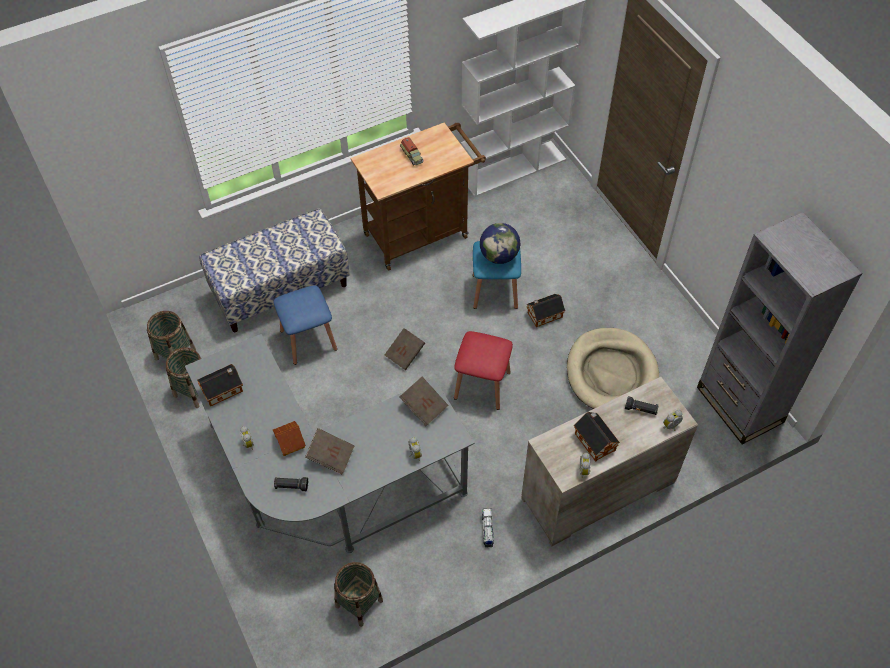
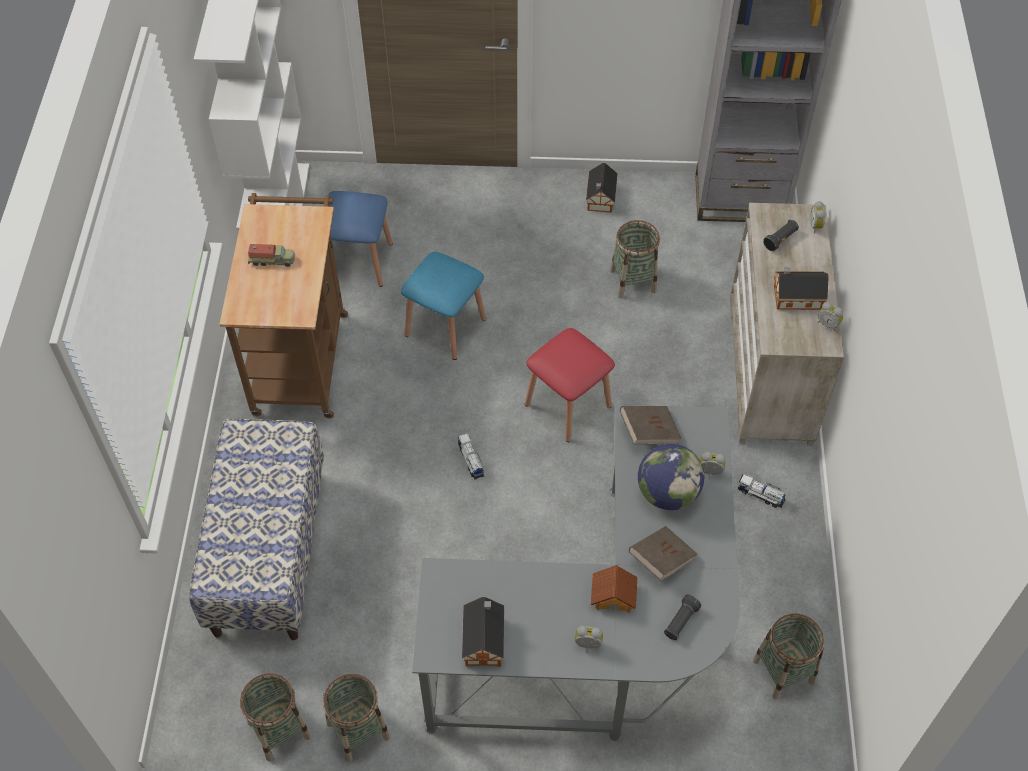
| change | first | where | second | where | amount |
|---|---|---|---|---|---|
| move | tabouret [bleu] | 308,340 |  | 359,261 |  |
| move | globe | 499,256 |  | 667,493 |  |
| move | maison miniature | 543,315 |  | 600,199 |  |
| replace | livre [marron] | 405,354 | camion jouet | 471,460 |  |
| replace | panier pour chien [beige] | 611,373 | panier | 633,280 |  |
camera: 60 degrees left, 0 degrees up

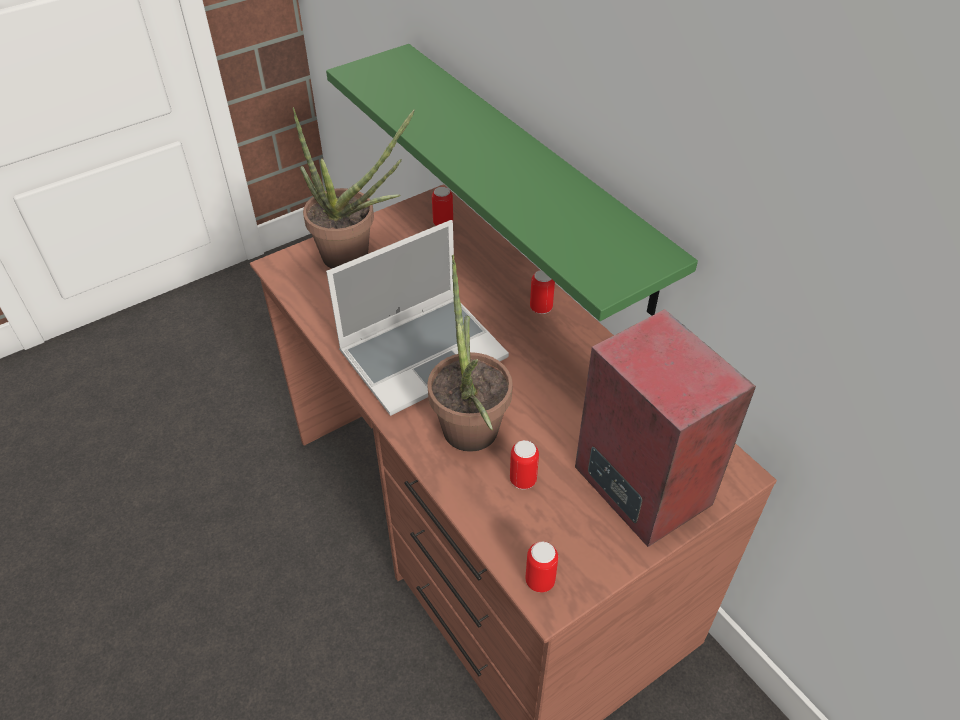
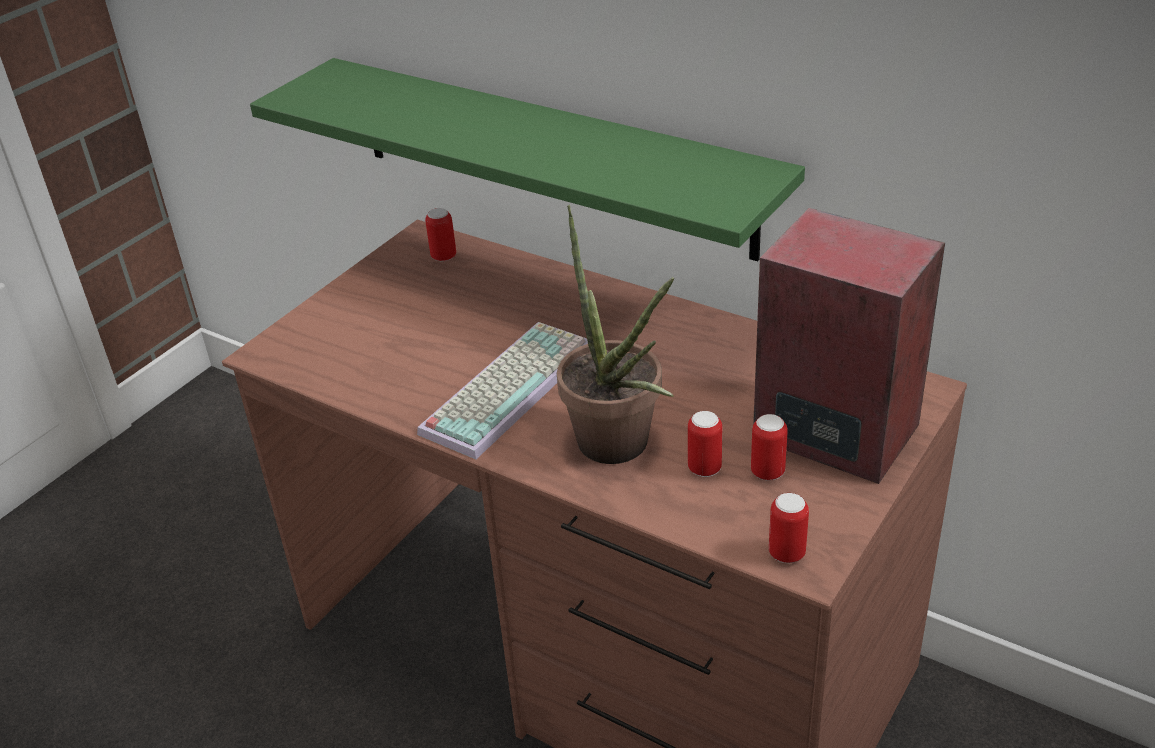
| change | first | where | second | where | amount |
|---|---|---|---|---|---|
| delete | plante en pot | 355,257 |  |  |  |
| move | boîte métallique | 541,308 |  | 767,472 |  |
| replace | ordinateur portable | 424,353 | clavier | 507,386 |  |
camera: 20 degrees left, 10 degrees down

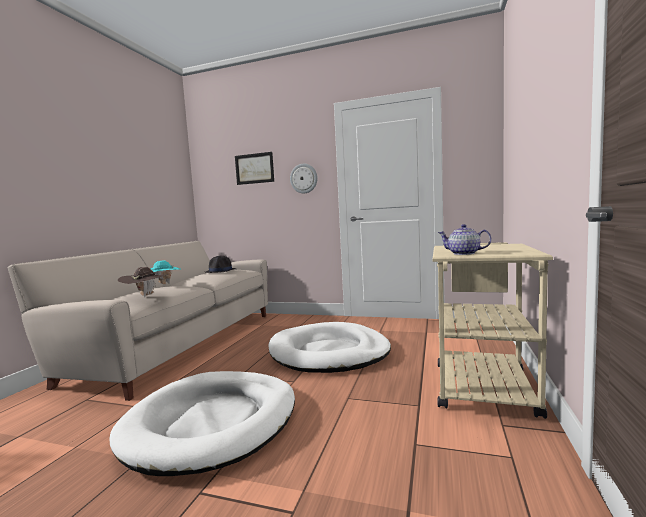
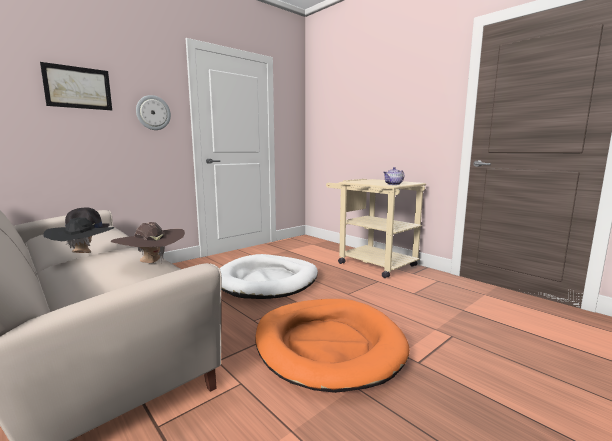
| change | first | where | second | where | amount |
|---|---|---|---|---|---|
| recolor | panier pour chien [blanc] | 212,423 | panier pour chien [orange] | 328,345 |  |
| recolor | chapeau [turquoise] | 163,285 | chapeau [noir] | 83,254 |  |
camera: 60 degrees left, 5 degrees up

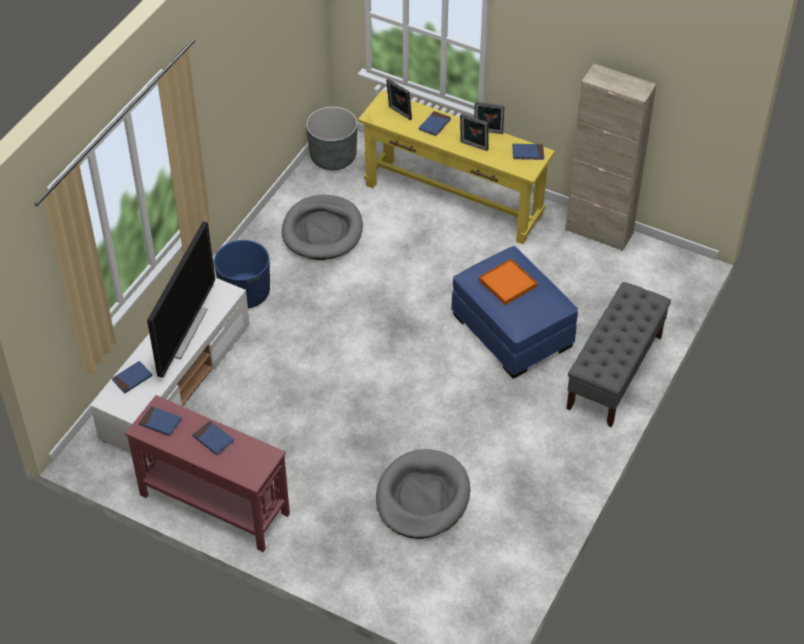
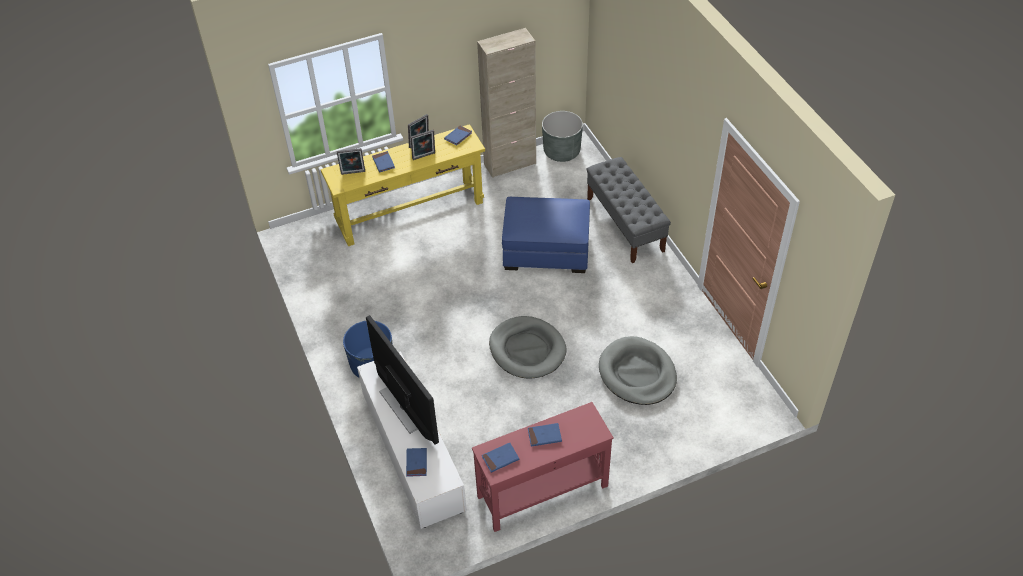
| change | first | where | second | where | amount |
|---|---|---|---|---|---|
| delete | plateau [orange] | 507,283 |  |  |  |
| move | panier pour chien [gris] | 322,231 |  | 527,349 |  |
| move | cache-pot [gris] | 333,157 |  | 561,151 |  |
camera: 50 degrees left, 0 degrees up

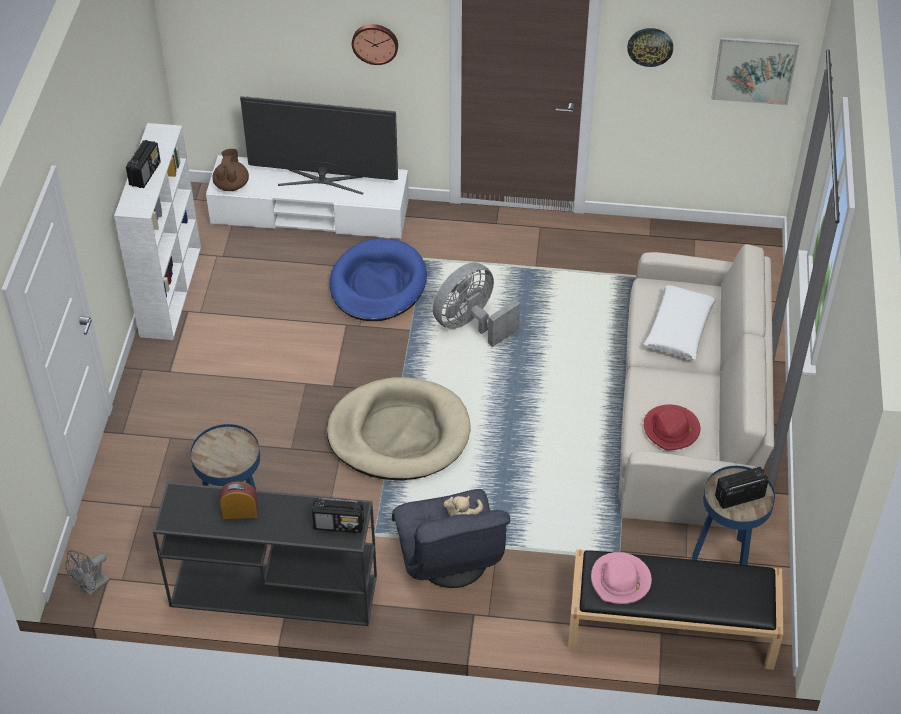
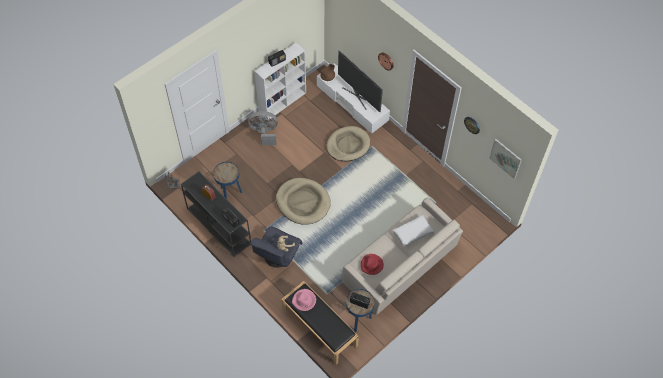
| change | first | where | second | where | amount |
|---|---|---|---|---|---|
| move | ventilateur [gris] | 471,324 |  | 264,133 |  |
| recolor | panier pour chien [bleu] | 378,284 | panier pour chien [beige] | 348,145 |  |
camera: 40 degrees right, 10 degrees up

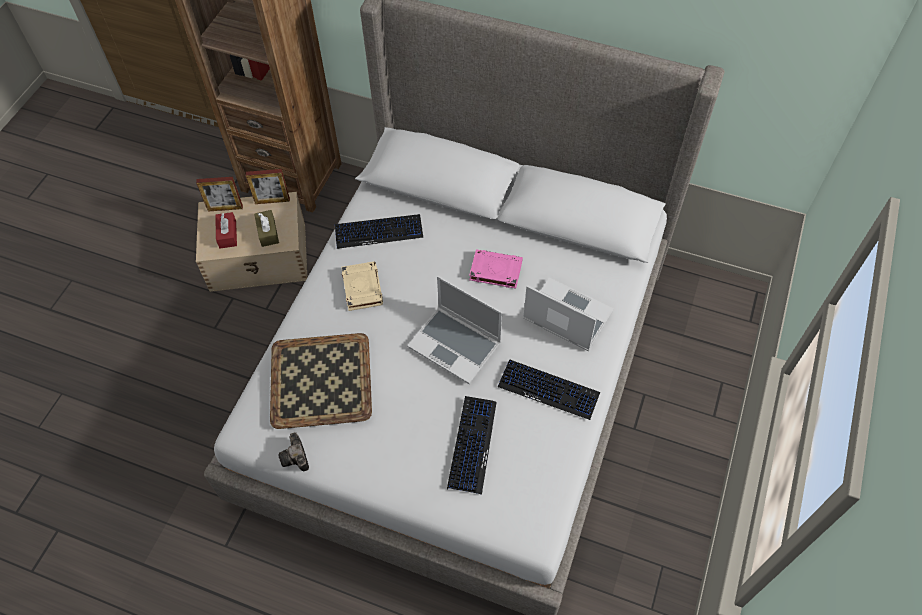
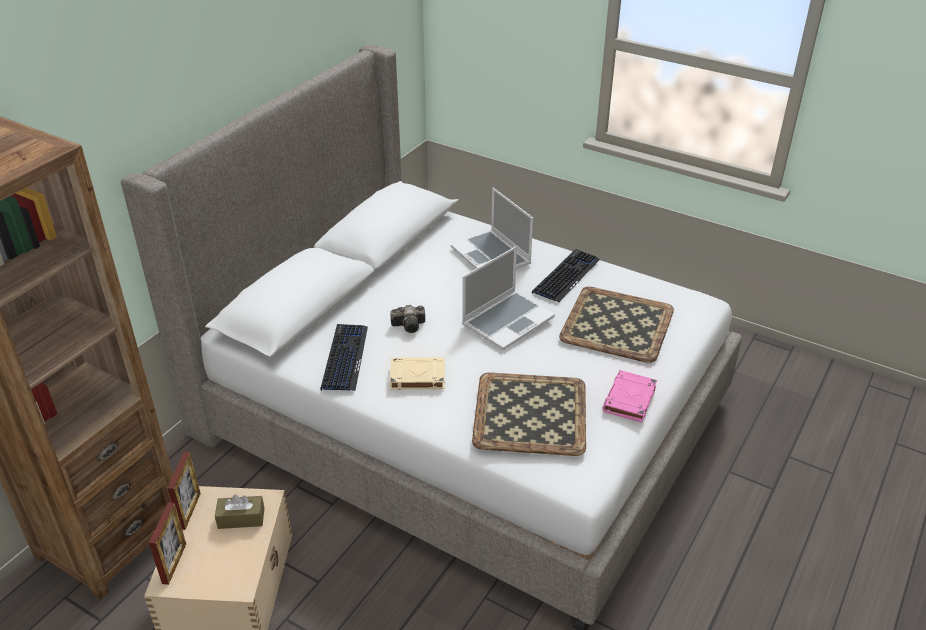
| change | first | where | second | where | amount |
|---|---|---|---|---|---|
| delete | boîte à mouchoirs [rouge] | 227,234 |  |  |  |
| move | appareil photo | 296,458 |  | 410,325 |  |
| move | livre [rose] | 495,271 |  | 629,400 |  |
| replace | clavier | 472,444 | plateau | 616,324 |  |
| rotate | ordinateur portable | 566,316 |  | 492,256 | 75 degrees counterclockwise |
camera: 80 degrees left, 20 degrees down

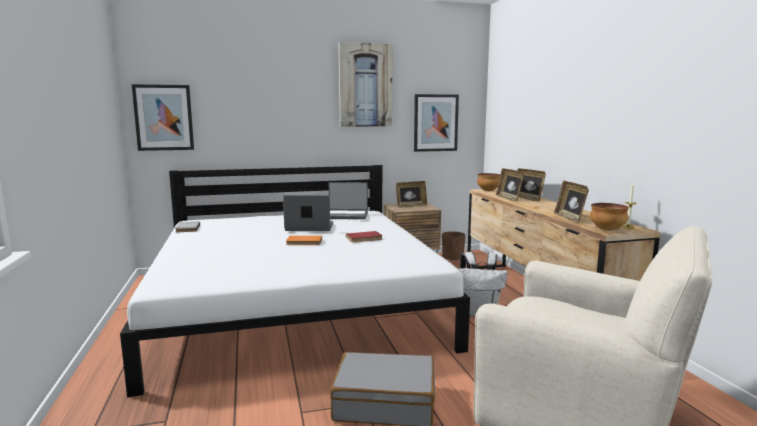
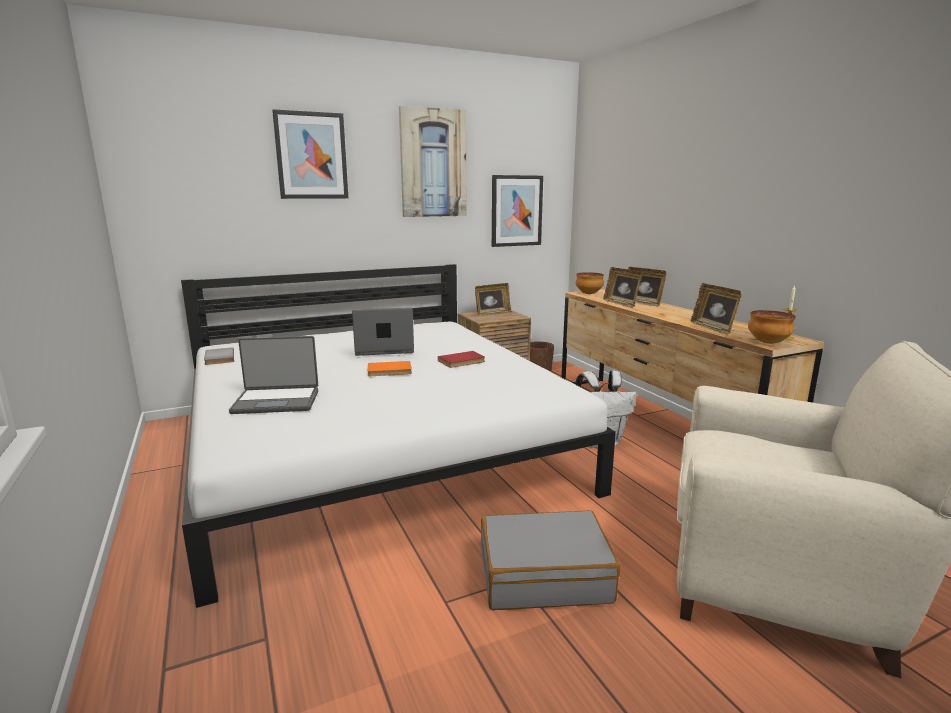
| change | first | where | second | where | amount |
|---|---|---|---|---|---|
| move | tableau | 164,117 |  | 311,156 |  |
| move | ordinateur portable | 347,215 |  | 277,401 |  |
camera: 10 degrees left, 5 degrees up

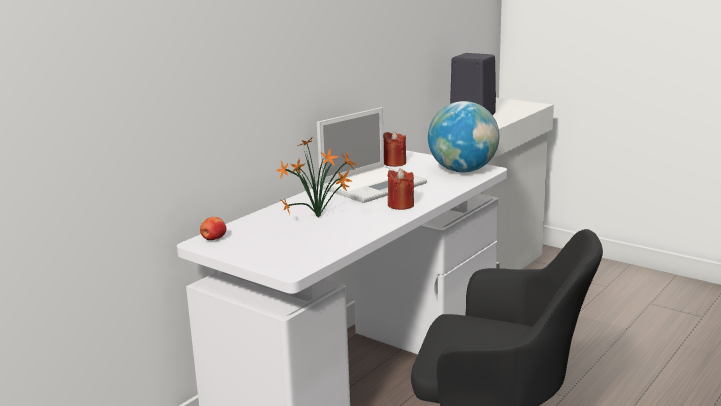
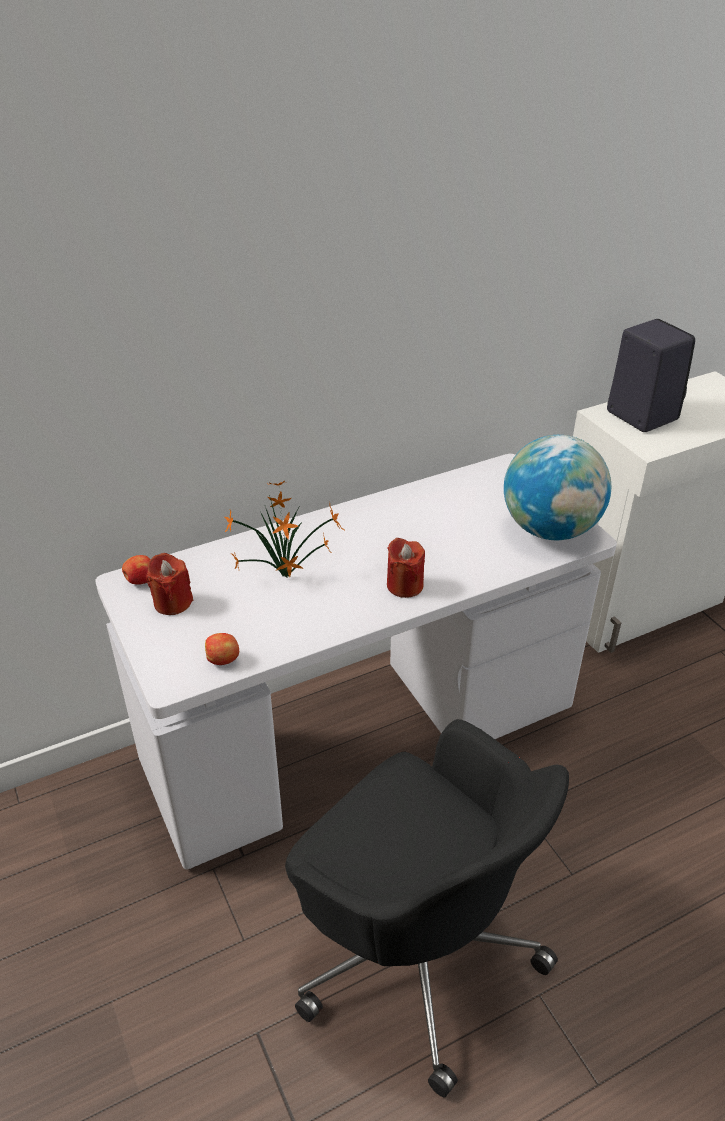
| change | first | where | second | where | amount |
|---|---|---|---|---|---|
| delete | ordinateur portable | 374,185 |  |  |  |
| insert |  |  | pomme | 223,660 |  |
| move | bougie [rouge] | 394,163 |  | 172,602 |  |
camera: 25 degrees right, 20 degrees up

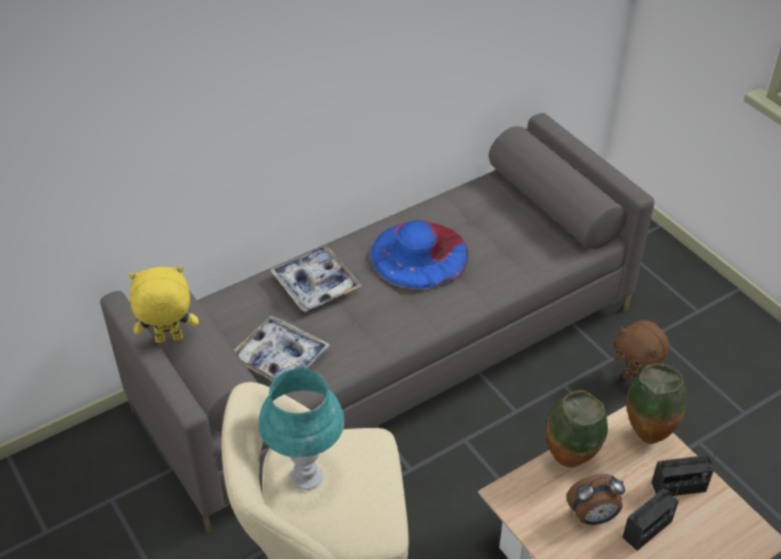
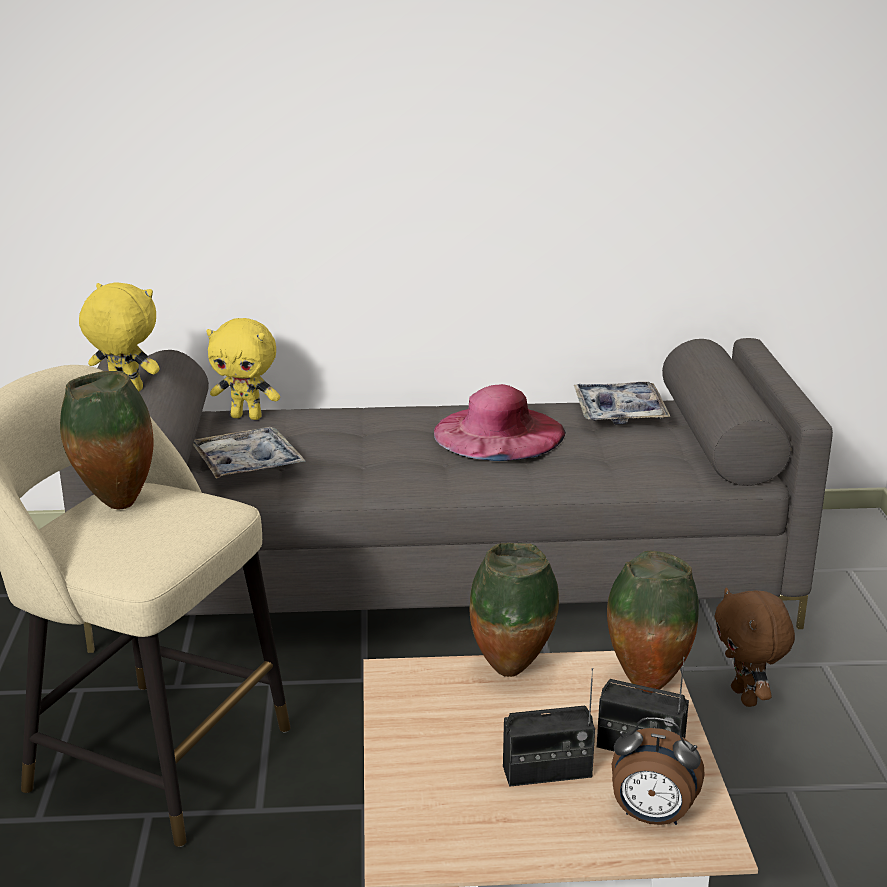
| change | first | where | second | where | amount |
|---|---|---|---|---|---|
| insert |  |  | peluche [jaune] | 247,416 |  |
| move | plateau | 315,285 |  | 619,412 |  |
| move | réveil | 593,517 |  | 651,817 |  |
| replace | lampe de table [turquoise] | 306,477 | vase | 115,506 |  |
| recolor | chapeau [bleu] | 419,254 | chapeau [rose] | 499,432 |  |
camera: 30 degrees right, 20 degrees down

